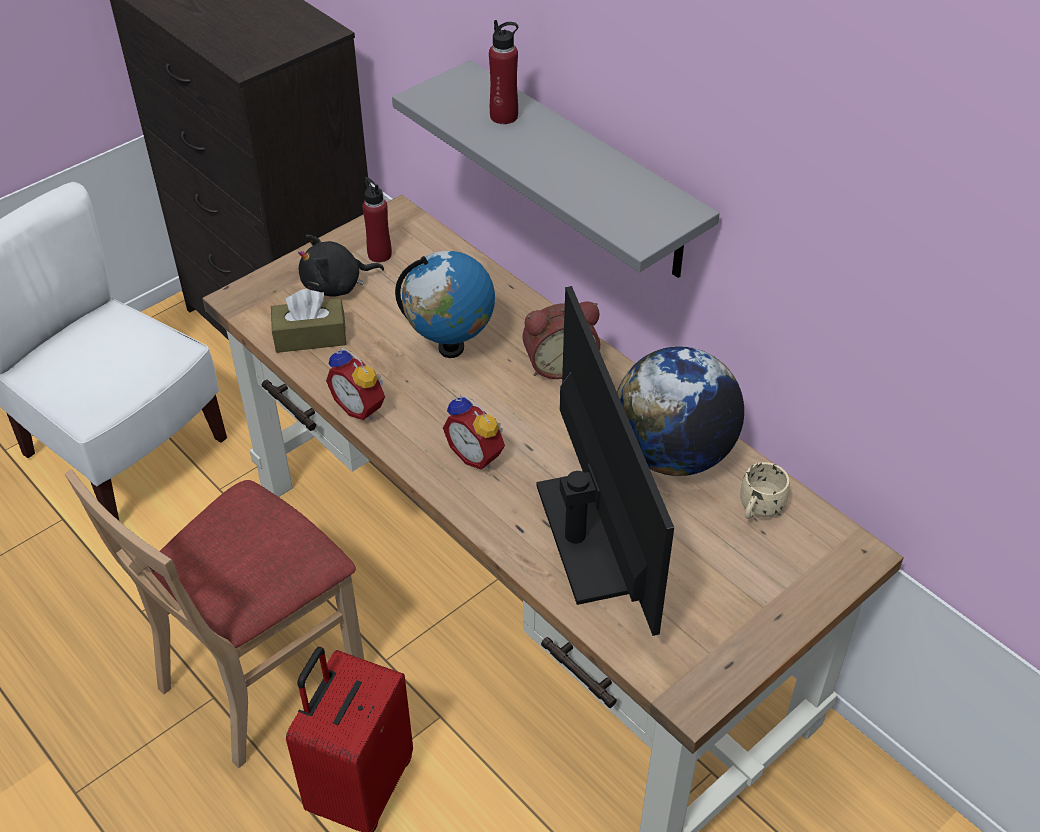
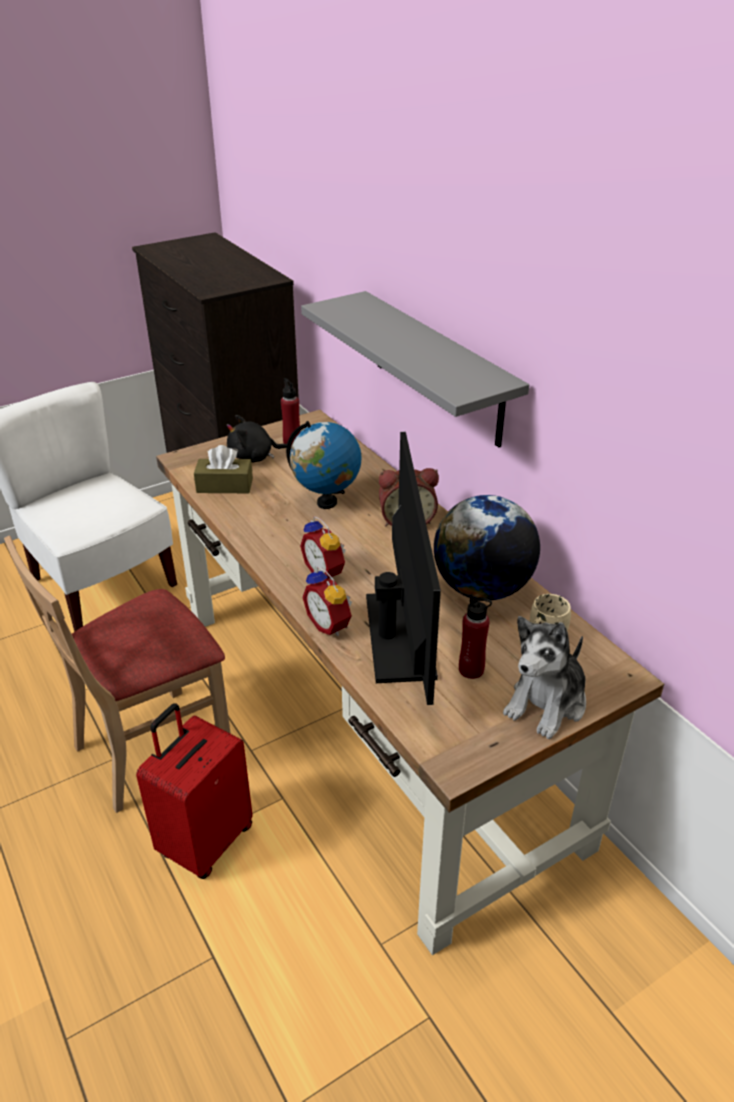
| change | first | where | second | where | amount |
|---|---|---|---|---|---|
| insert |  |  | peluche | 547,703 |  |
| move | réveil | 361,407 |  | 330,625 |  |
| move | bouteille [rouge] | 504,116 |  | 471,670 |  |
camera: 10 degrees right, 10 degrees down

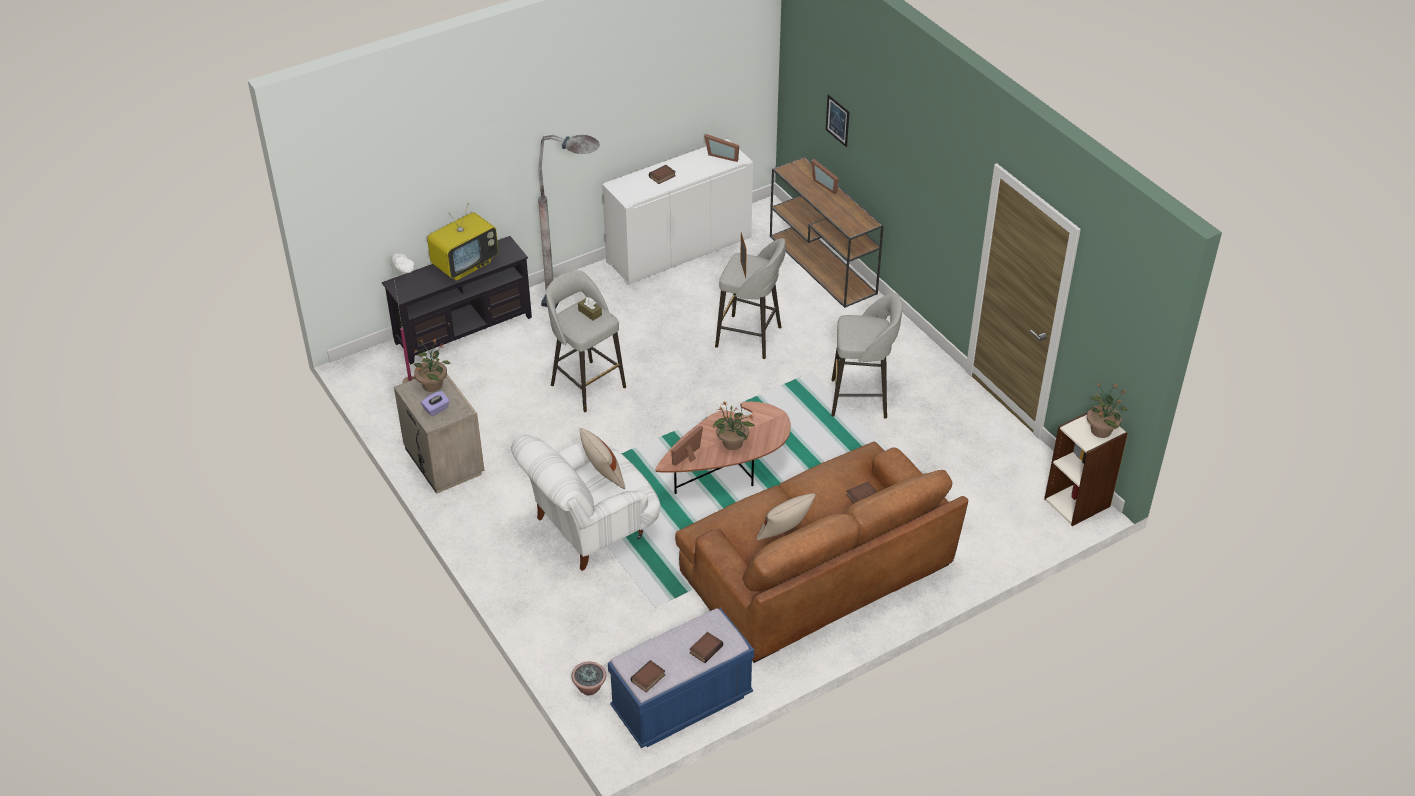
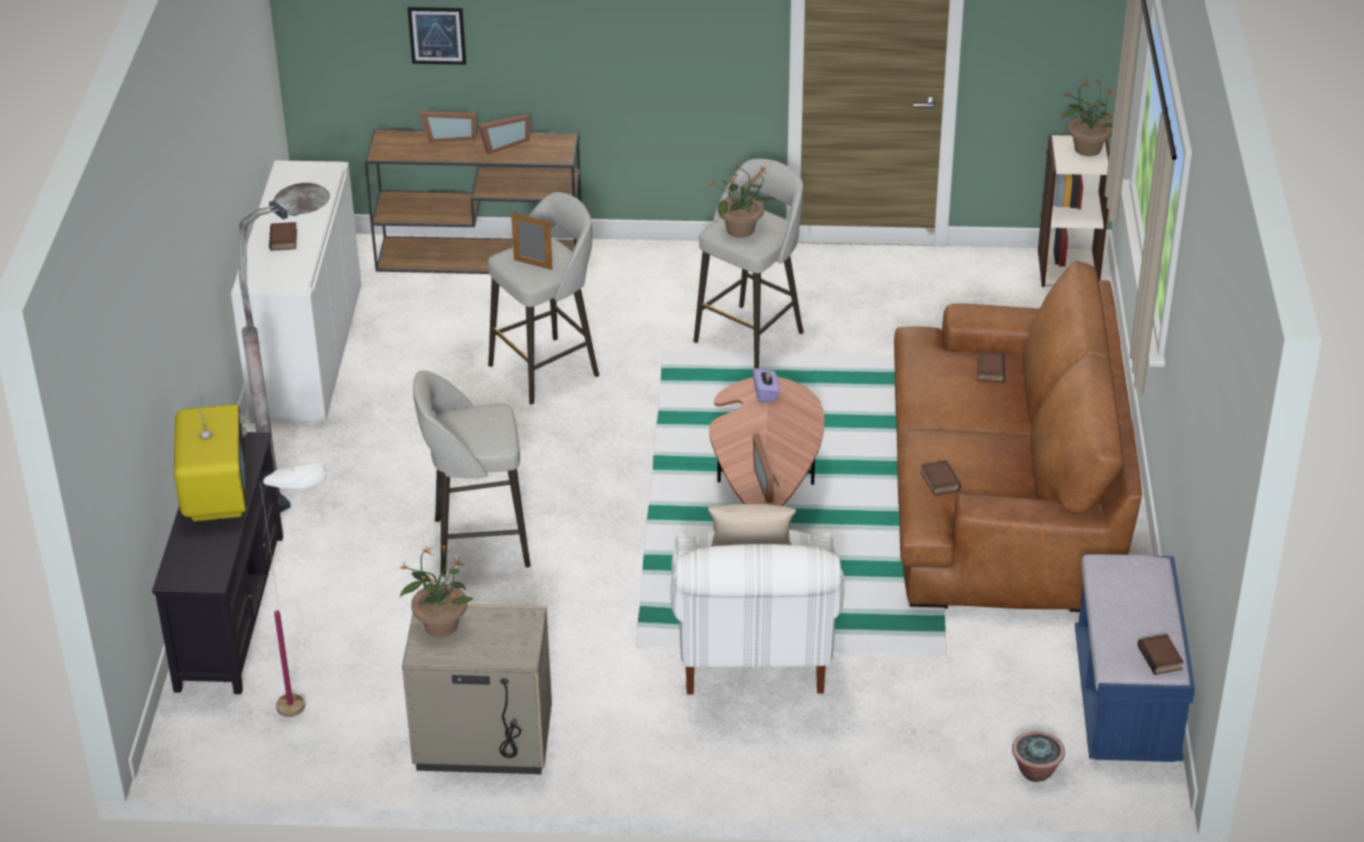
| change | first | where | second | where | amount |
|---|---|---|---|---|---|
| delete | boîte à mouchoirs [marron] | 590,312 |  |  |  |
| delete | coussin [beige] | 784,535 |  |  |  |
| move | boîte à mouchoirs [violet] | 436,409 |  | 766,393 |  |
| move | livre | 705,649 |  | 938,481 |  |
| move | cadre photo | 722,155 |  | 503,144 |  |
| move | plante en pot | 733,443 |  | 741,230 |  |
camera: 55 degrees left, 5 degrees down

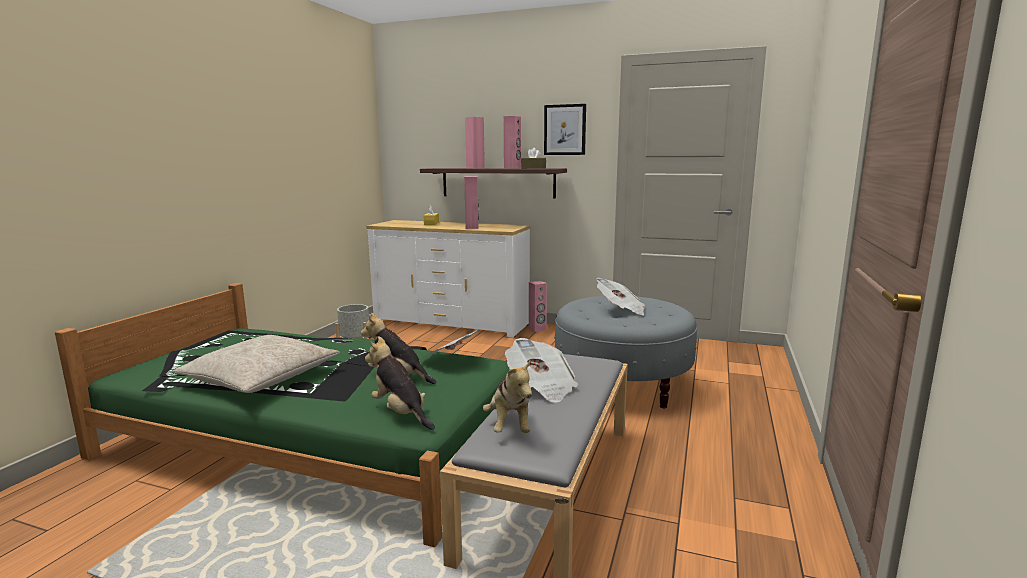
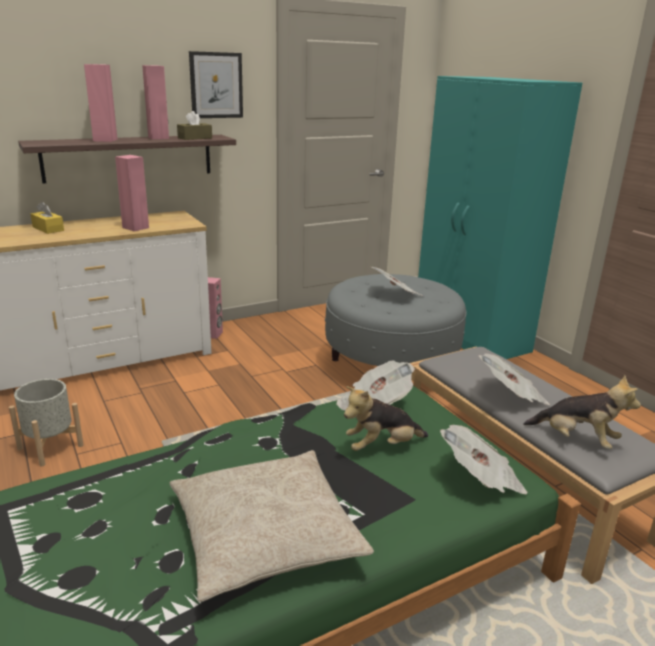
| change | first | where | second | where | amount |
|---|---|---|---|---|---|
| insert |  |  | armoire [turquoise] | 470,337 |  |
| replace | peluche | 401,413 | journal | 481,479 |  |
camera: 50 degrees left, 10 degrees up

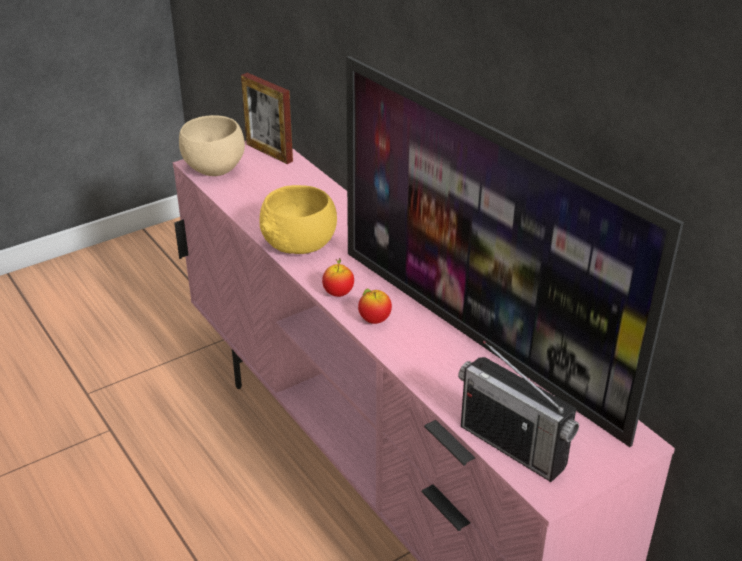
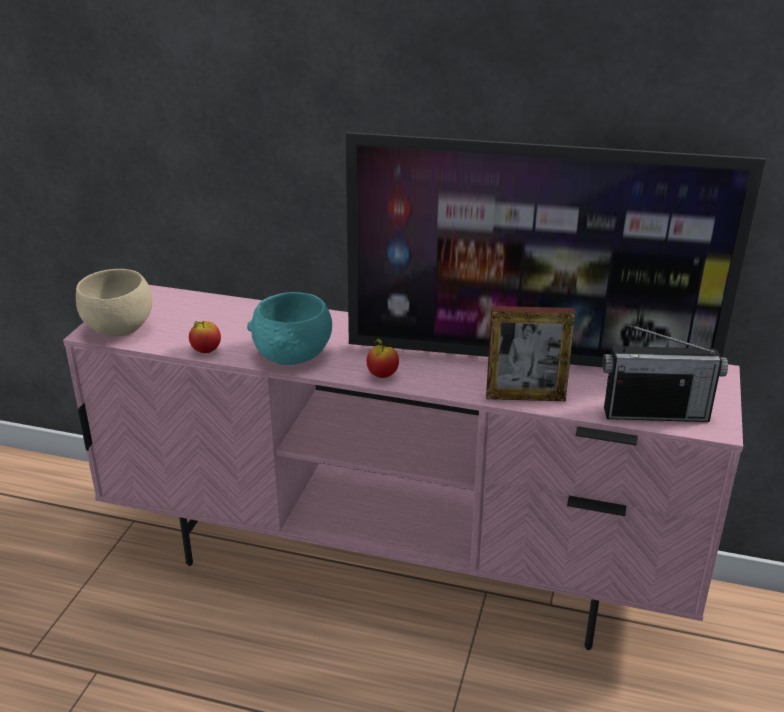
| change | first | where | second | where | amount |
|---|---|---|---|---|---|
| move | cadre photo | 269,152 |  | 525,397 |  |
| move | pomme | 374,320 |  | 206,351 |  |
| recolor | bol [jaune] | 299,244 | bol [turquoise] | 293,355 |  |
camera: 40 degrees left, 5 degrees down

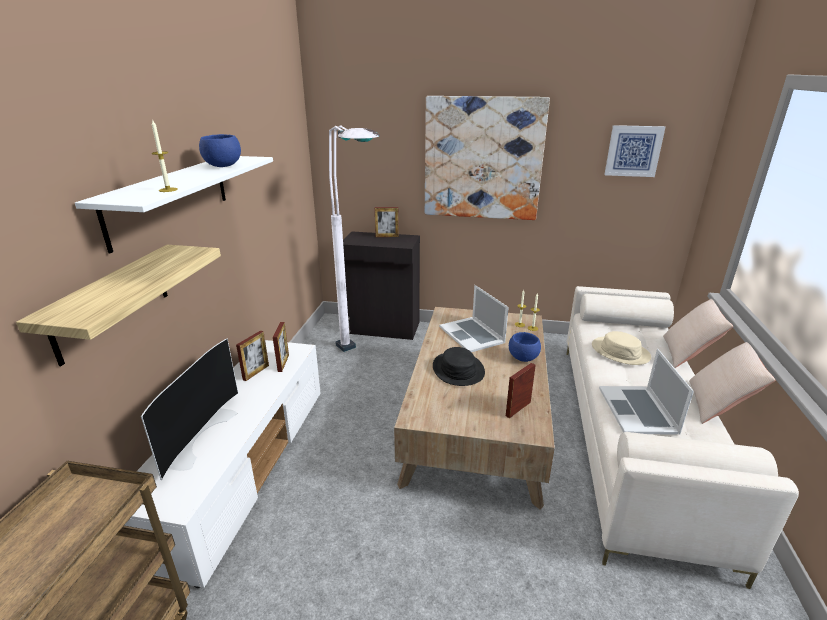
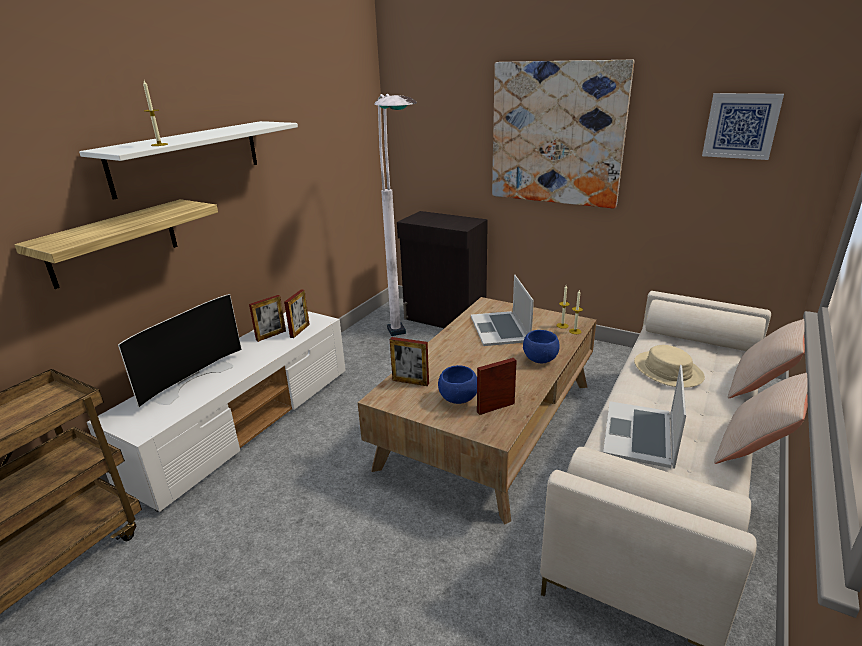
| change | first | where | second | where | amount |
|---|---|---|---|---|---|
| delete | chapeau [noir] | 458,369 |  |  |  |
| move | bol [bleu] | 222,166 |  | 458,399 |  |
| move | cadre photo | 387,236 |  | 410,382 |  |
camera: 20 degrees right, 0 degrees up

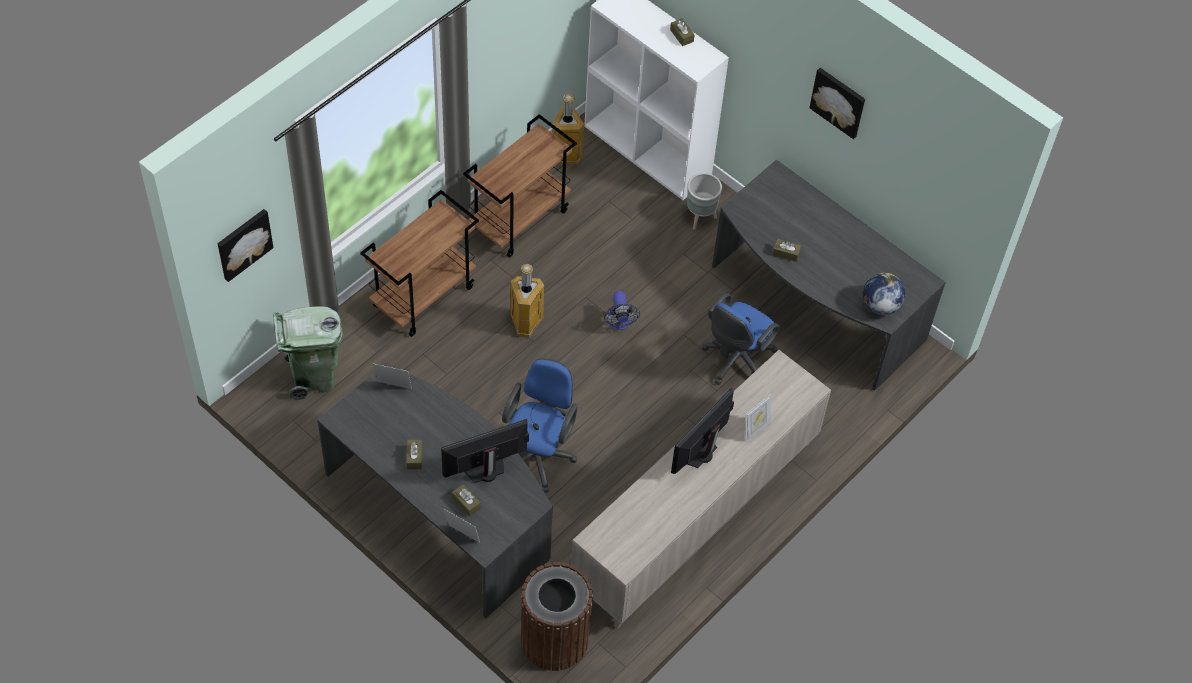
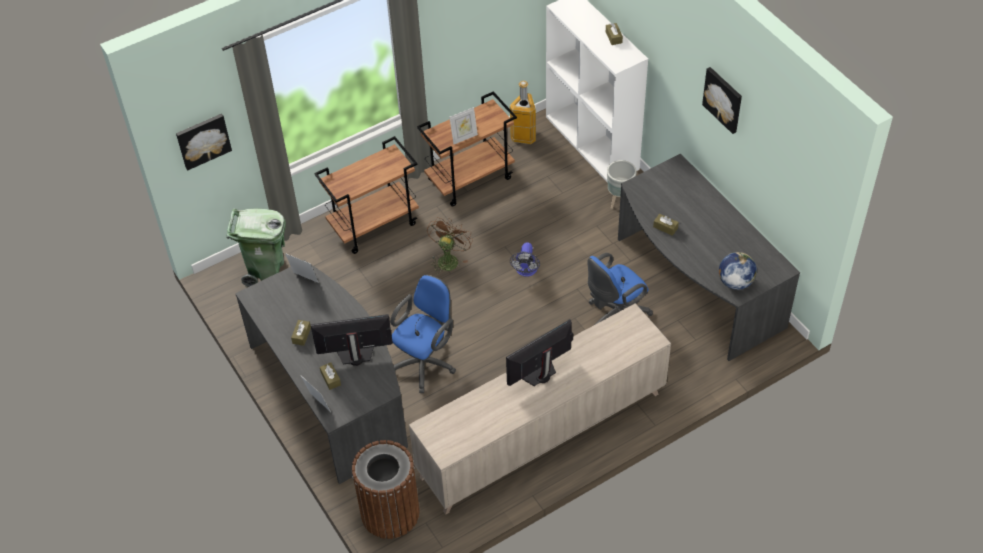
| change | first | where | second | where | amount |
|---|---|---|---|---|---|
| move | cadre photo | 755,429 |  | 464,137 |  |
| replace | poubelle | 525,323 | ventilateur [marron] | 448,259 |  |
camera: 20 degrees right, 5 degrees down

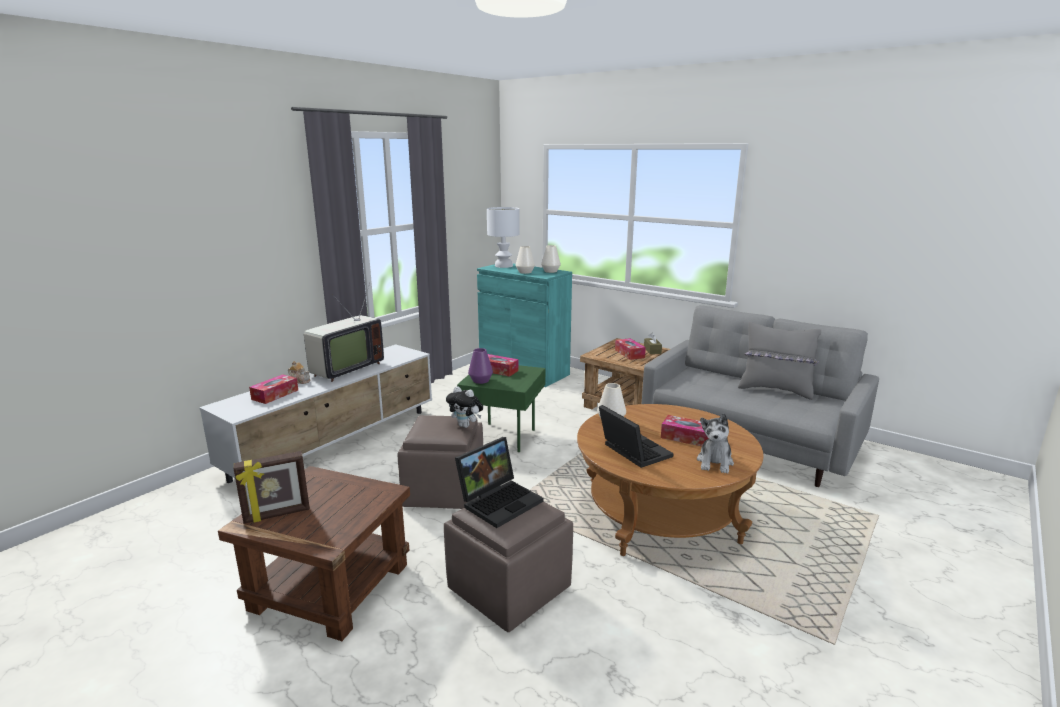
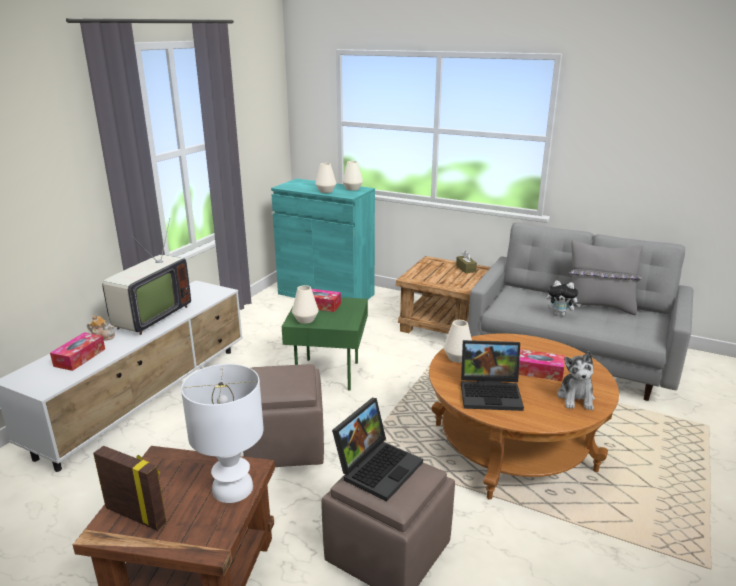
| change | first | where | second | where | amount |
|---|---|---|---|---|---|
| delete | boîte à mouchoirs | 629,353 |  |  |  |
| move | peluche | 466,426 |  | 560,314 |  |
| move | lampe de table [blanc] | 504,266 |  | 233,489 |  |
| recolor | vase [violet] | 480,380 | vase [blanc] | 305,319 |  |
| rotate | cadre photo | 277,515 |  | 136,515 | 120 degrees counterclockwise |
| rotate | ordinateur portable | 632,451 |  | 491,393 | 135 degrees clockwise |
camera: 10 degrees left, 5 degrees up

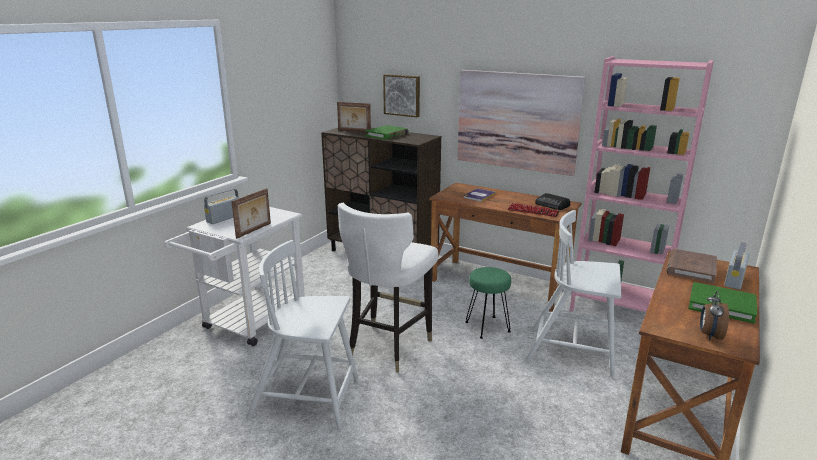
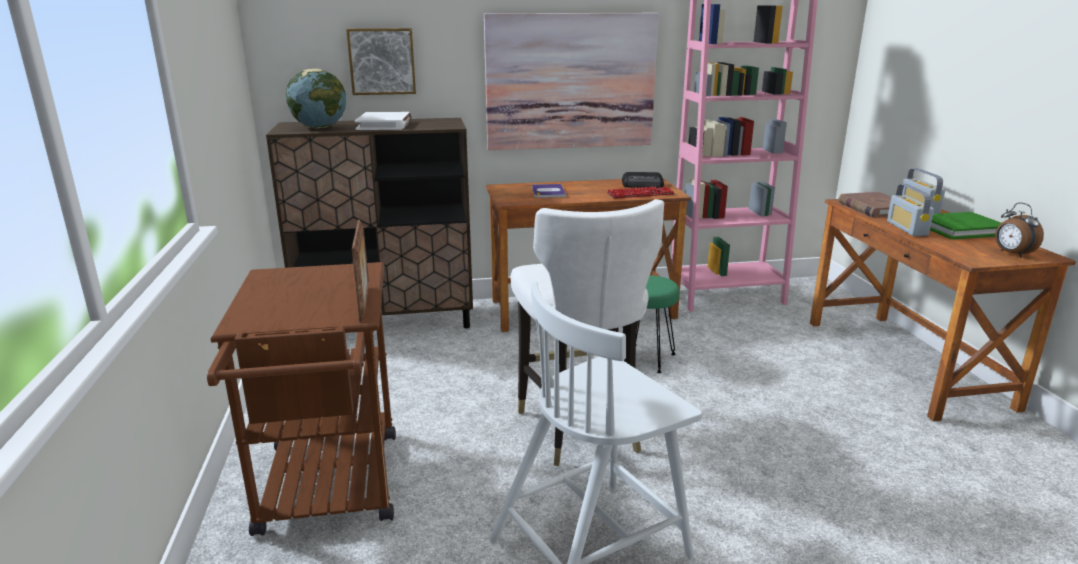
| change | first | where | second | where | amount |
|---|---|---|---|---|---|
| delete | chaise [blanc] | 573,351 |  |  |  |
| move | radio | 224,218 |  | 906,228 |  |
| replace | cadre photo | 354,131 | globe | 320,127 |  |
| recolor | chariot [blanc] | 249,324 | chariot [marron] | 329,492 |  |
| recolor | livre [vert] | 387,135 | livre [blanc] | 384,125 |  |
camera: 40 degrees left, 0 degrees up

